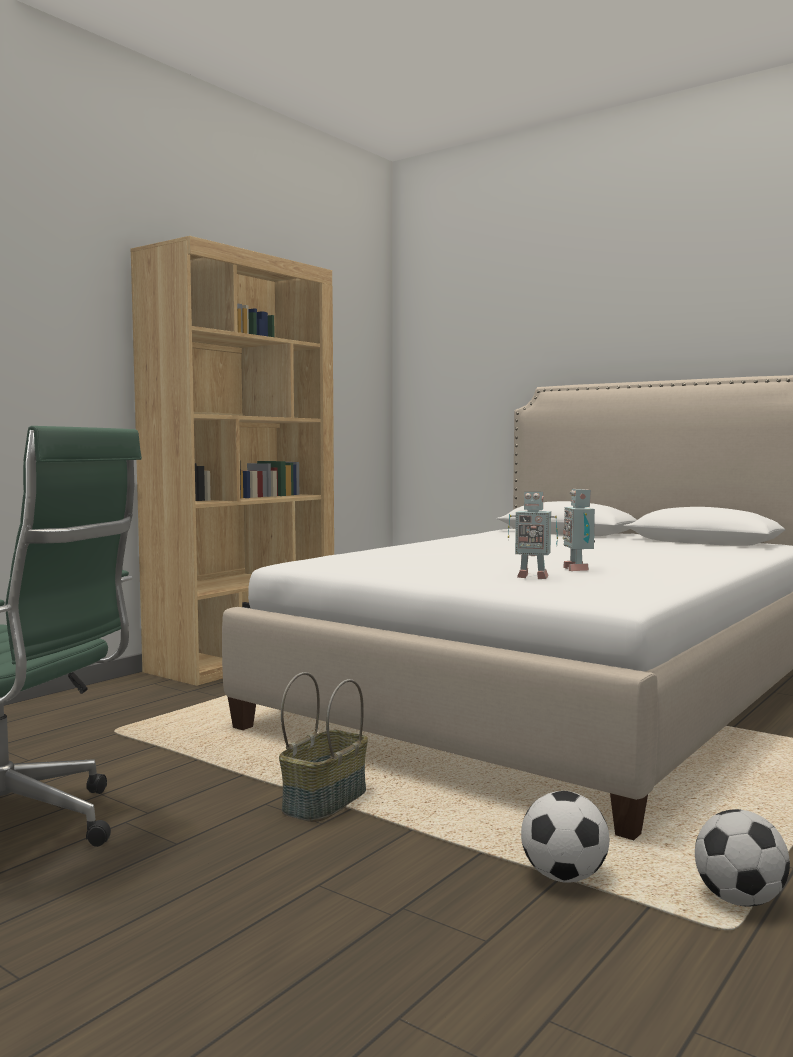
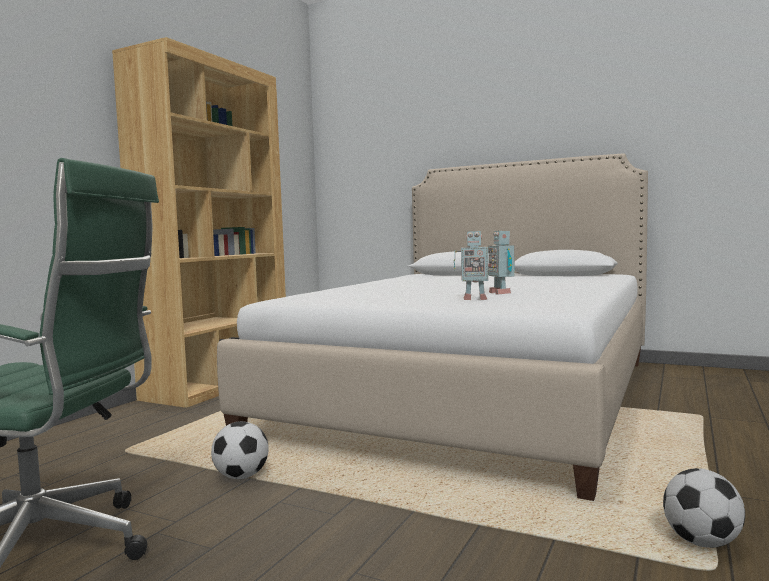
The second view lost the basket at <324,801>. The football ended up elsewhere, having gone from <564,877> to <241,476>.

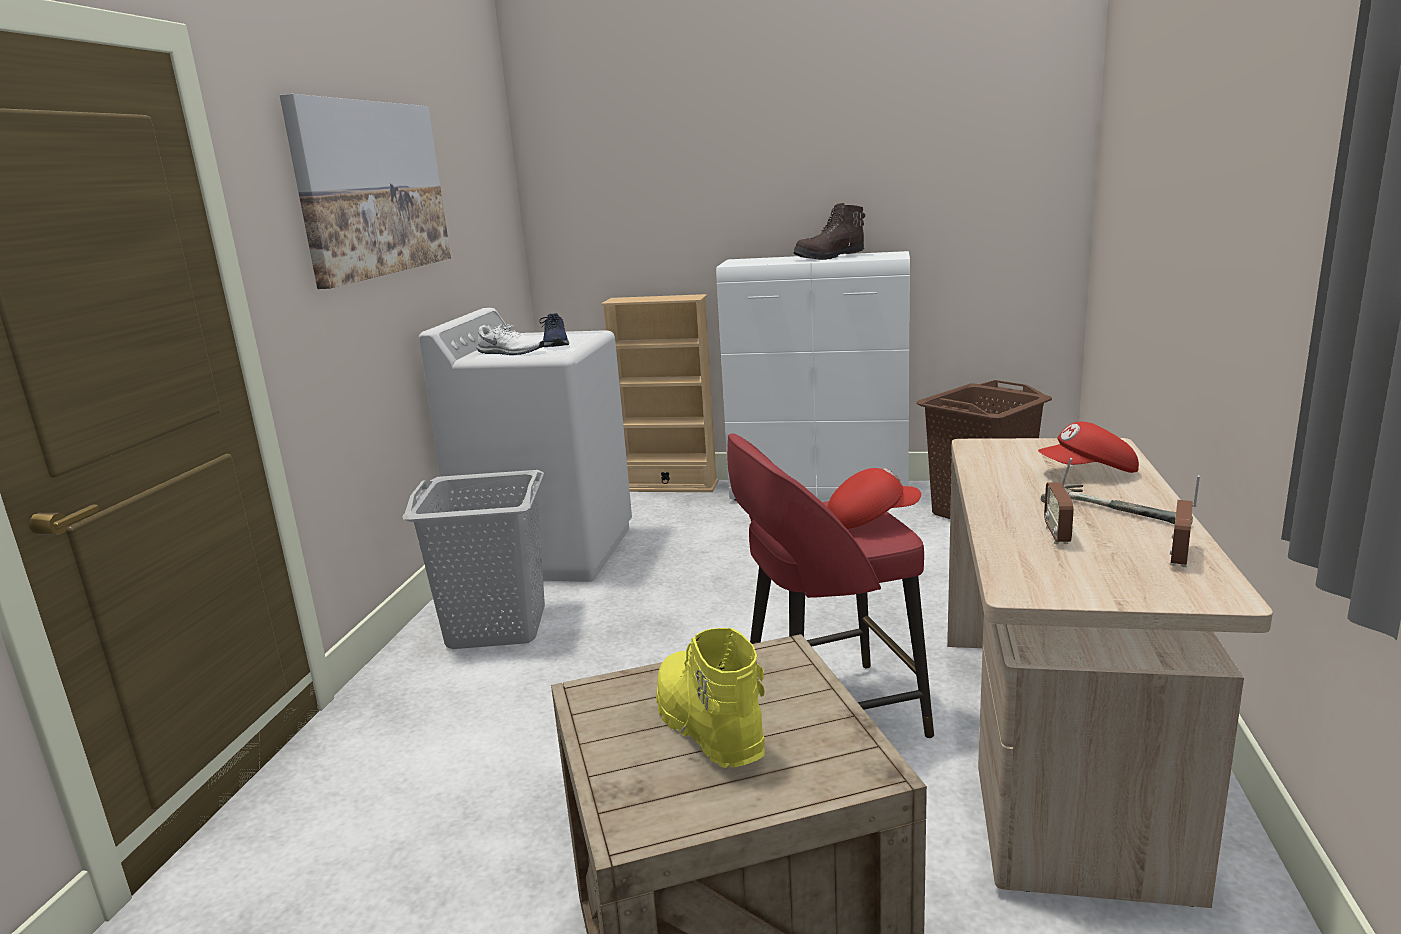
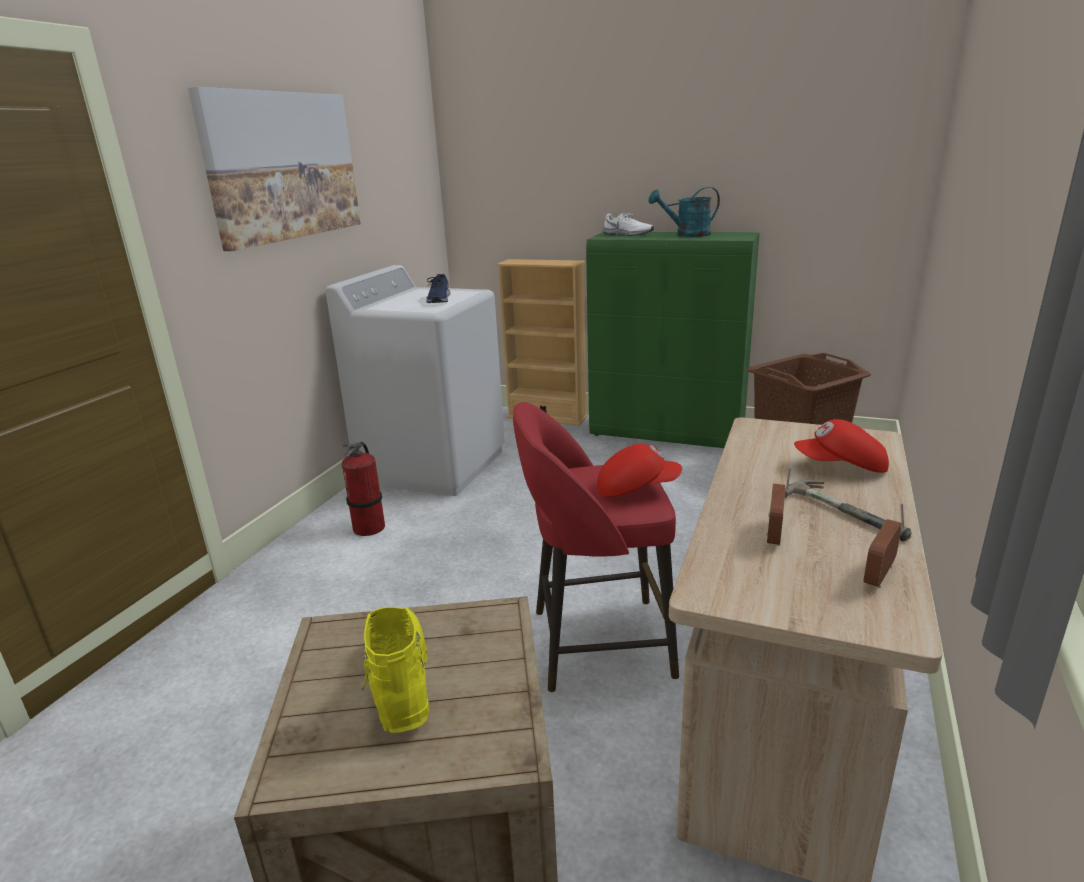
Where the boot (brown) stood at <830,257>, the watering can (turquoise) came to stand at <687,235>. What was the cabinet (white) at <821,492> turned into the cabinet (green) at <667,434>. The shoe (white) ended up elsewhere, having gone from <510,352> to <627,234>. Where the laundry basket (grey) stood at <497,627>, the fire extinguisher came to stand at <370,527>.

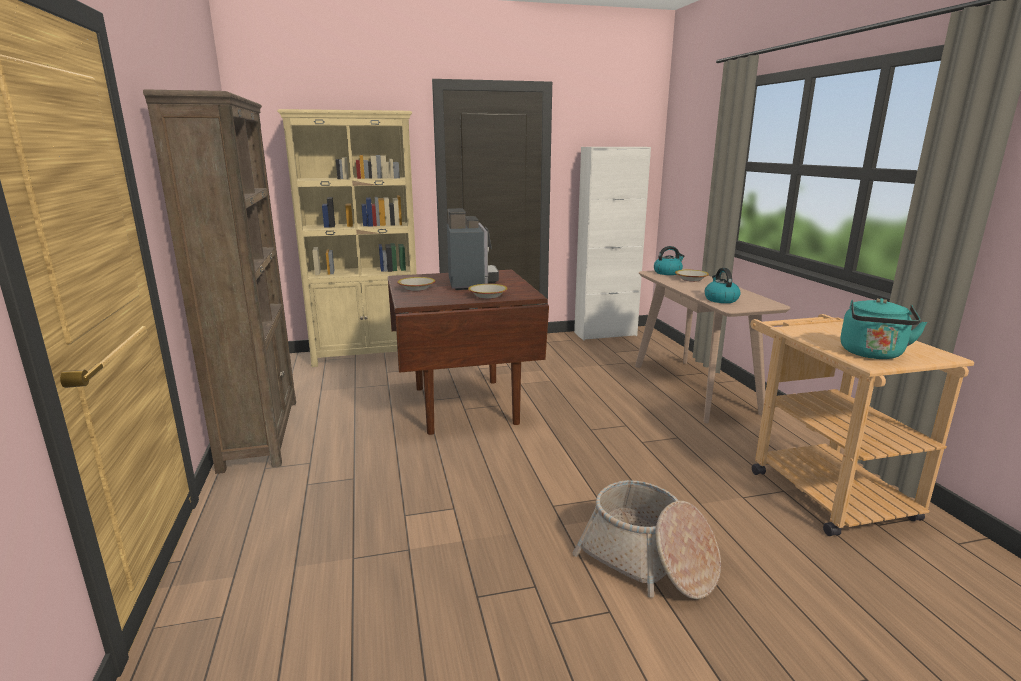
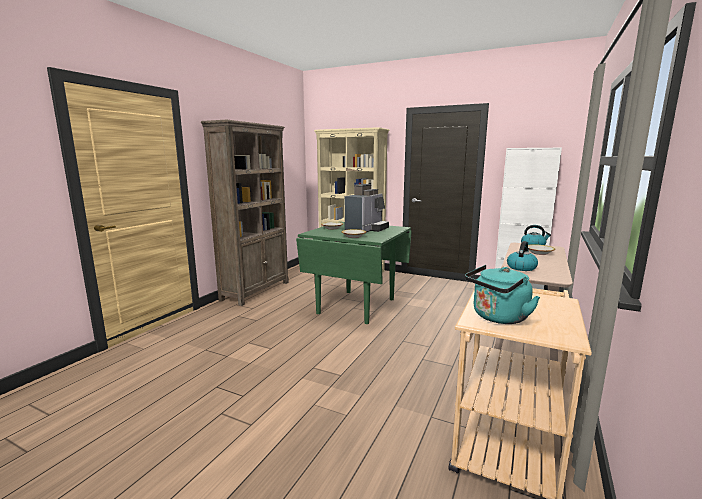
What was the dining table (brown) at <463,405> turned into the dining table (green) at <356,306>. The second view lost the basket at <648,561>.

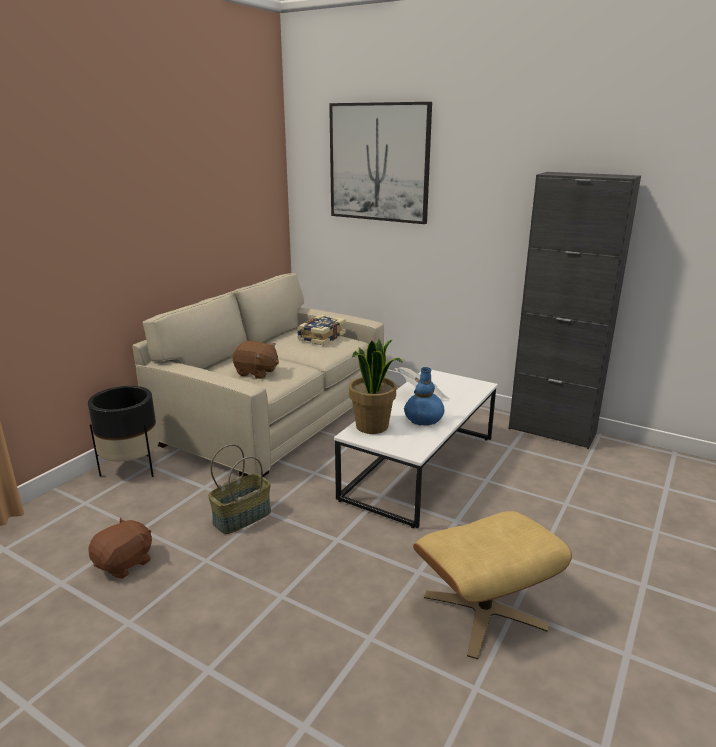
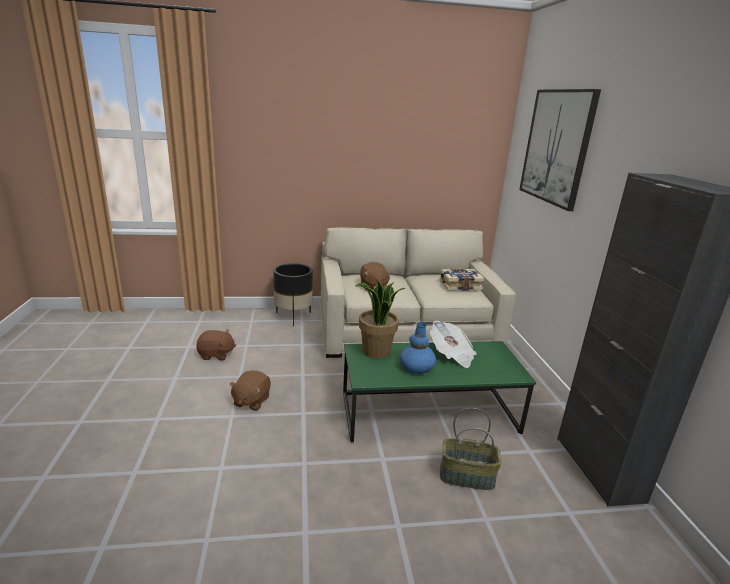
What was the coffee table (white) at <420,468> turned into the coffee table (green) at <428,414>. The basket ended up elsewhere, having gone from <242,517> to <467,476>. The second view lost the ottoman (beige) at <484,611>. The second view gained the plush toy (brown) at <251,401>.

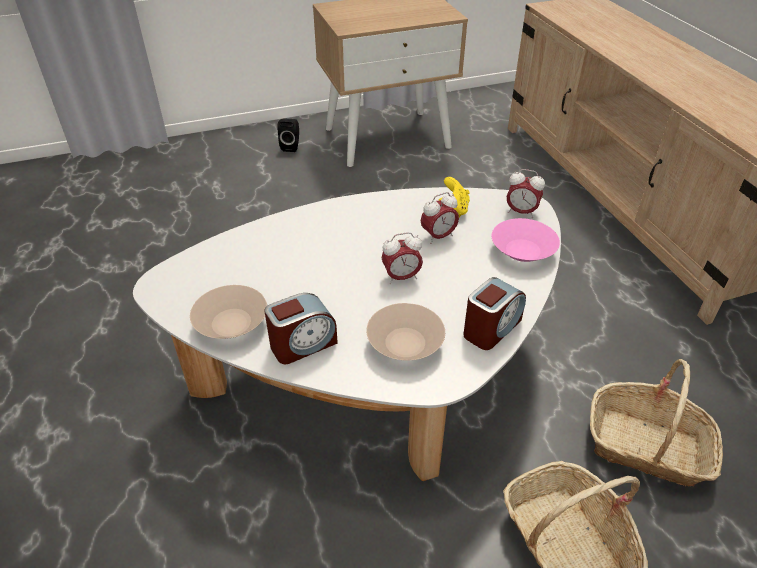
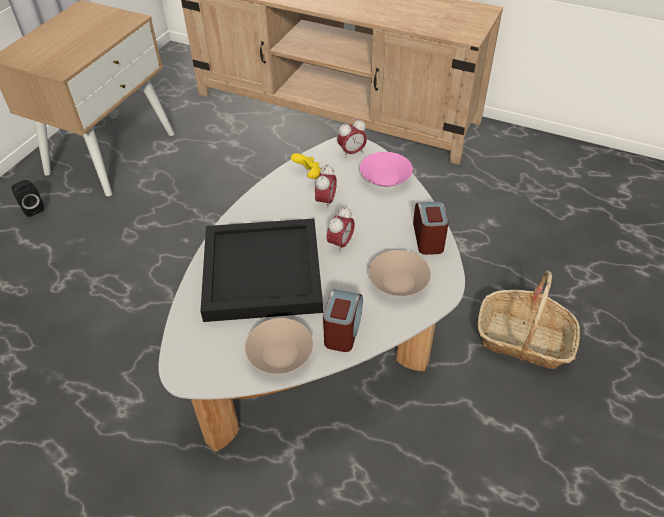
The second view lost the basket at <647,446>. The second view gained the tray (black) at <263,271>.

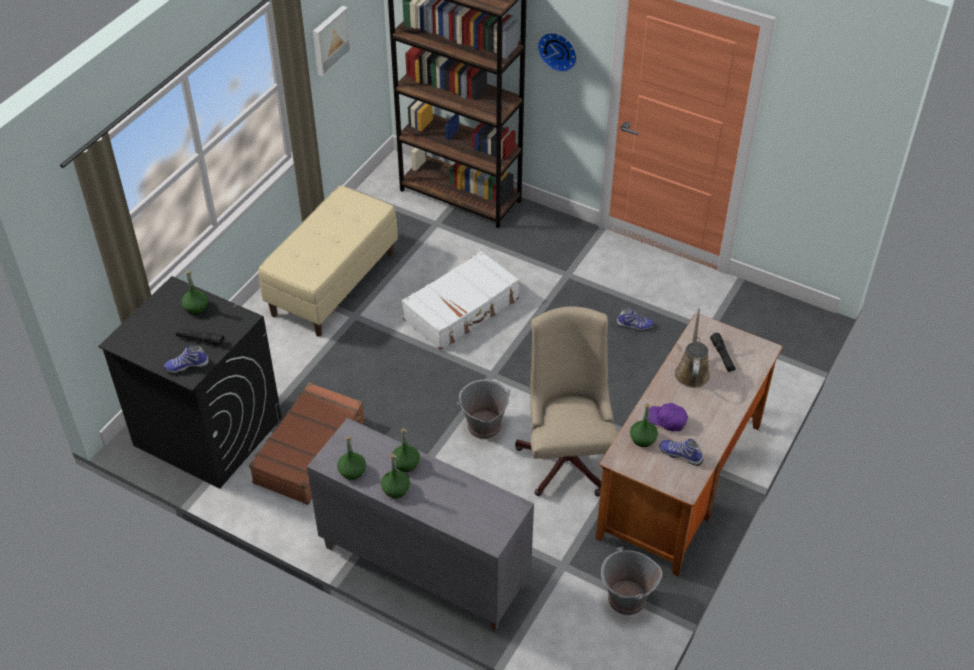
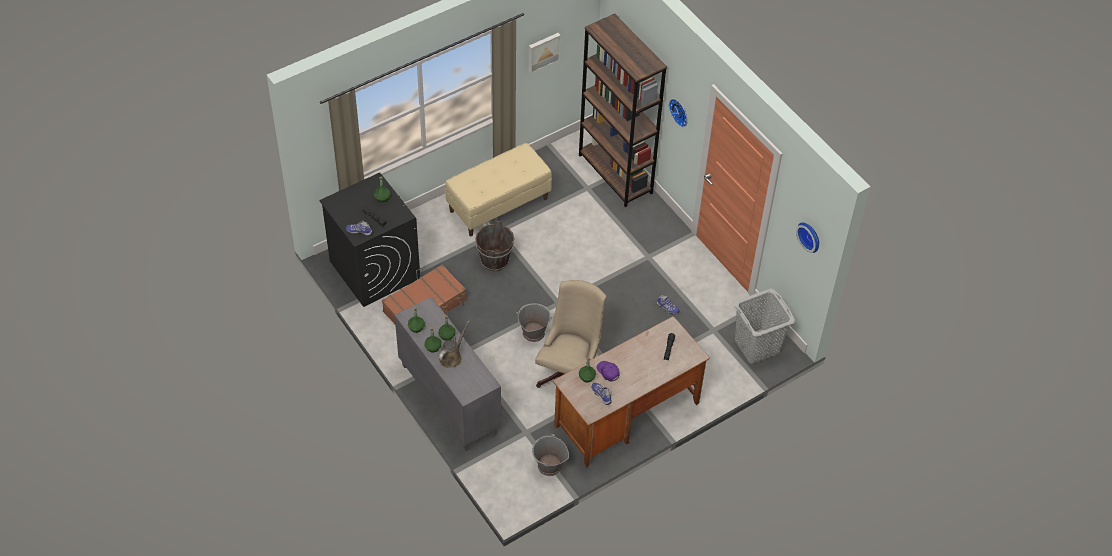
The second view lost the suitcase (white) at <462,309>. The watering can (brown) ended up elsewhere, having gone from <692,371> to <452,357>. The second view gained the bucket (brown) at <495,261>. The second view gained the wall clock at <810,236>. The second view gained the laundry basket (grey) at <757,346>.

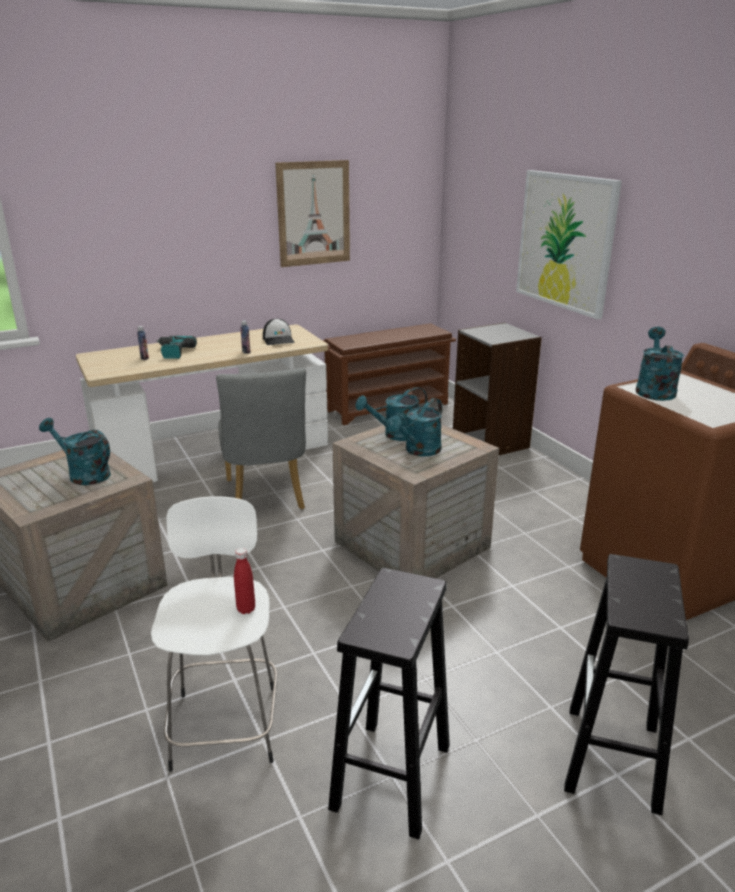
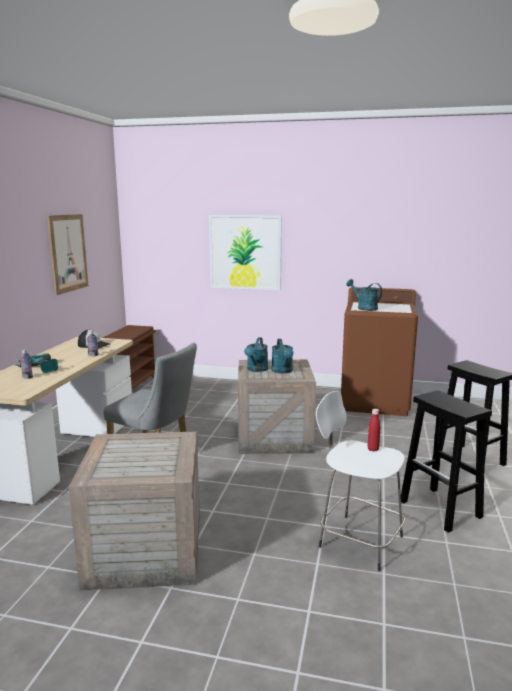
The second view lost the bookcase (grey) at <491,442>. The second view lost the watering can (turquoise) at <83,474>.

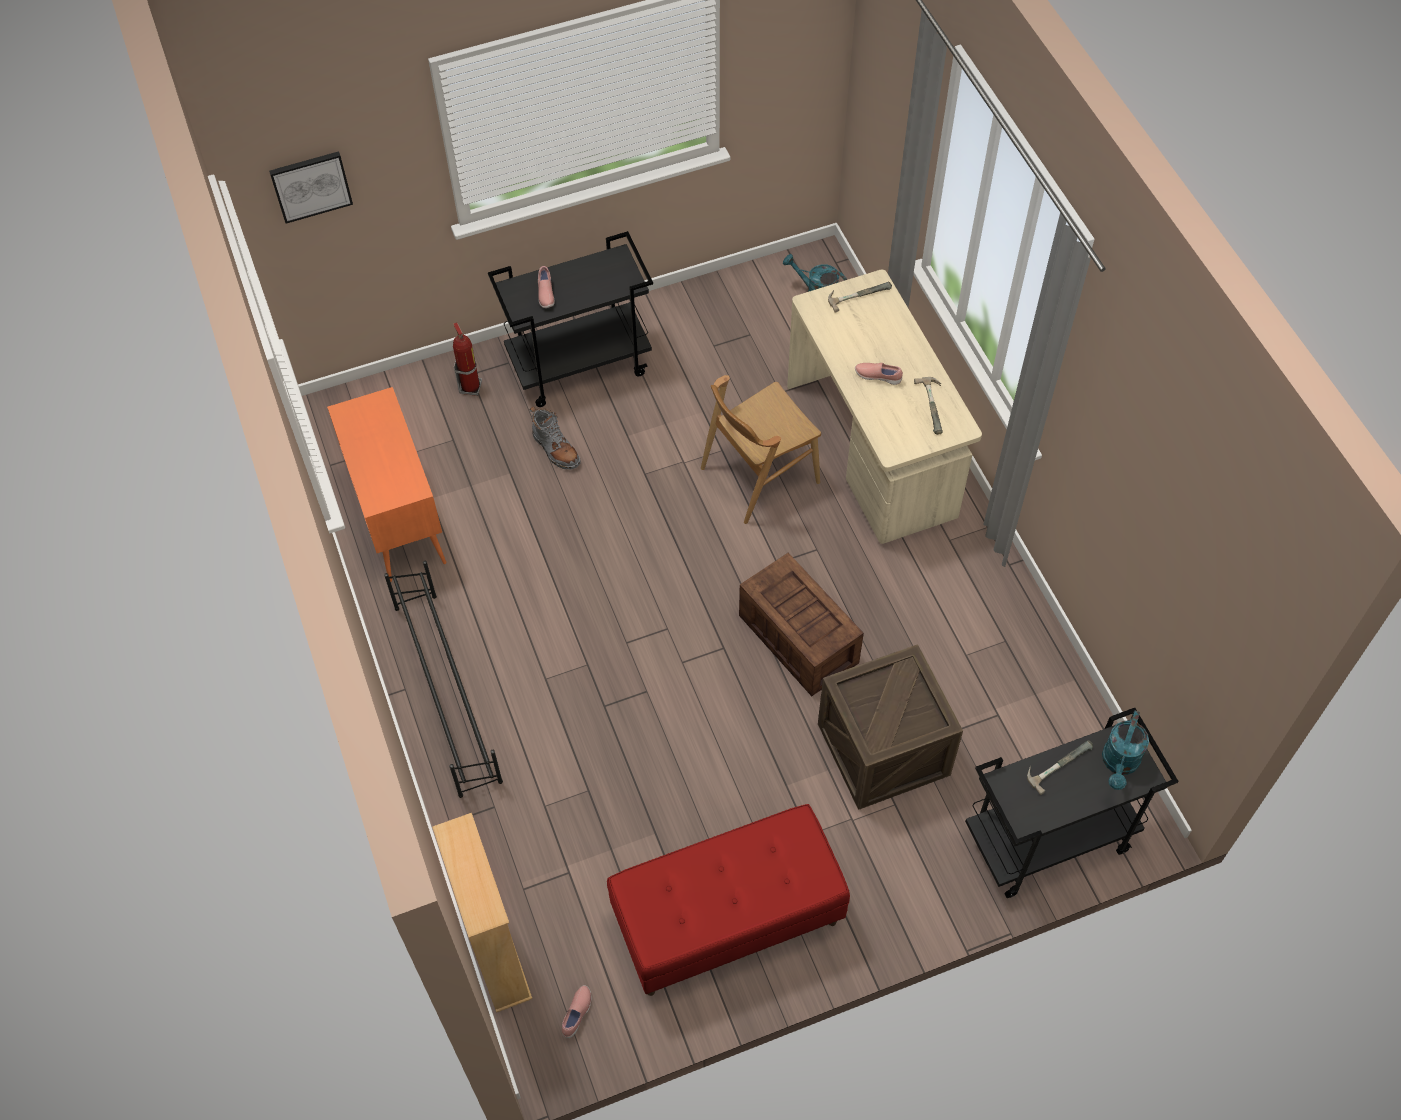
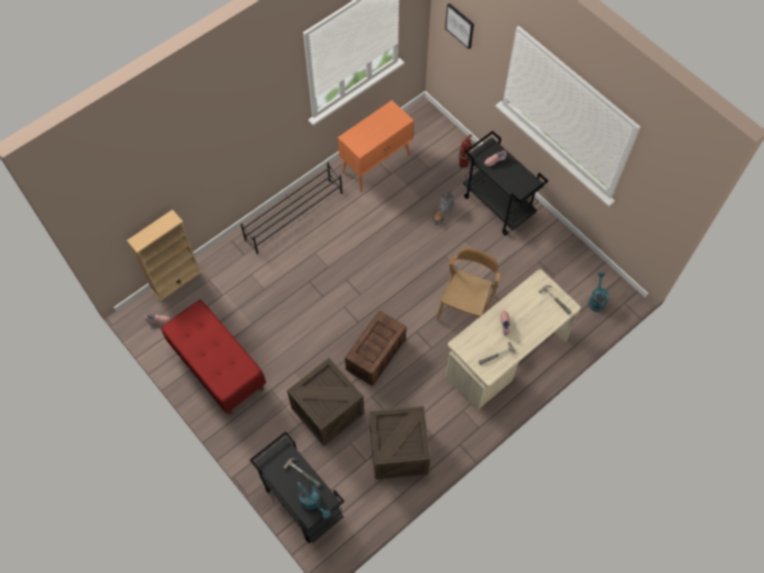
The chair (brown) at <759,475> ended up facing another way, 75 degrees clockwise from before. The watering can (turquoise) at <1119,764> ended up facing another way, 135 degrees counterclockwise from before. The second view gained the crate at <398,451>.

